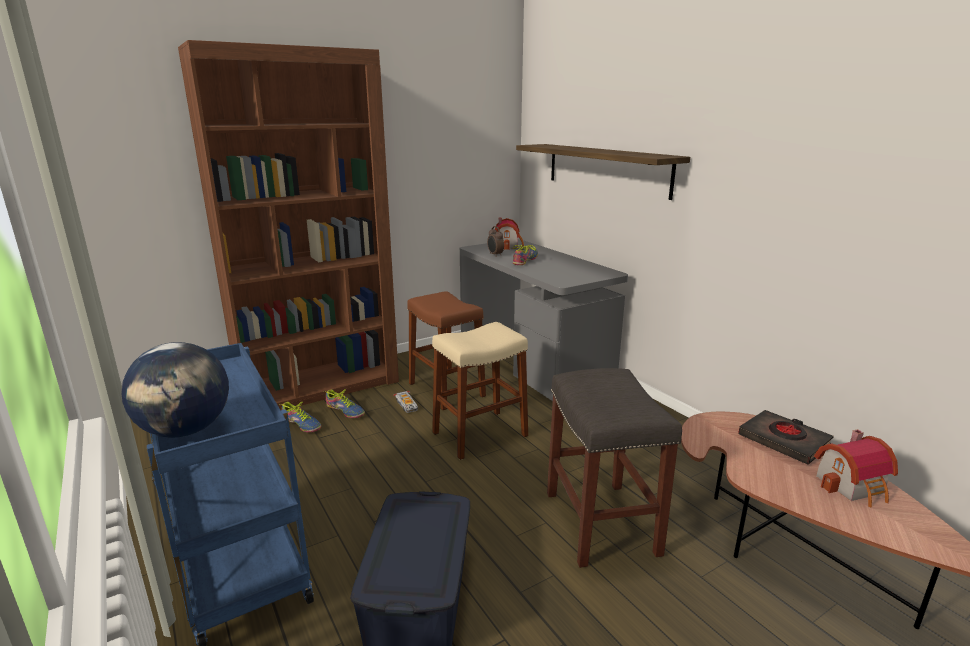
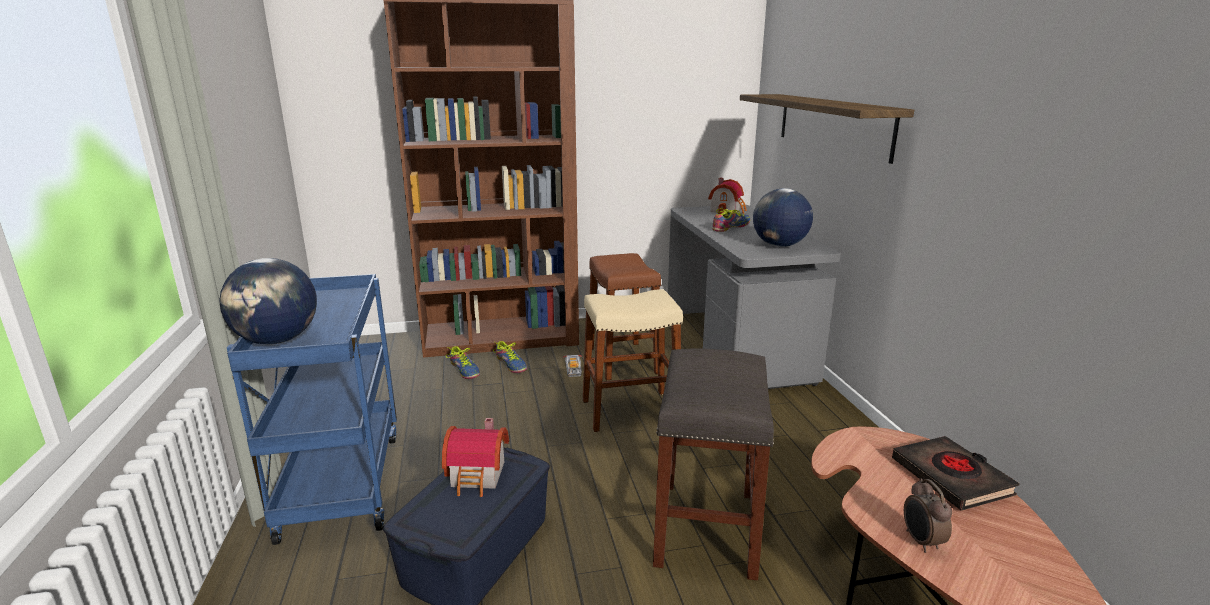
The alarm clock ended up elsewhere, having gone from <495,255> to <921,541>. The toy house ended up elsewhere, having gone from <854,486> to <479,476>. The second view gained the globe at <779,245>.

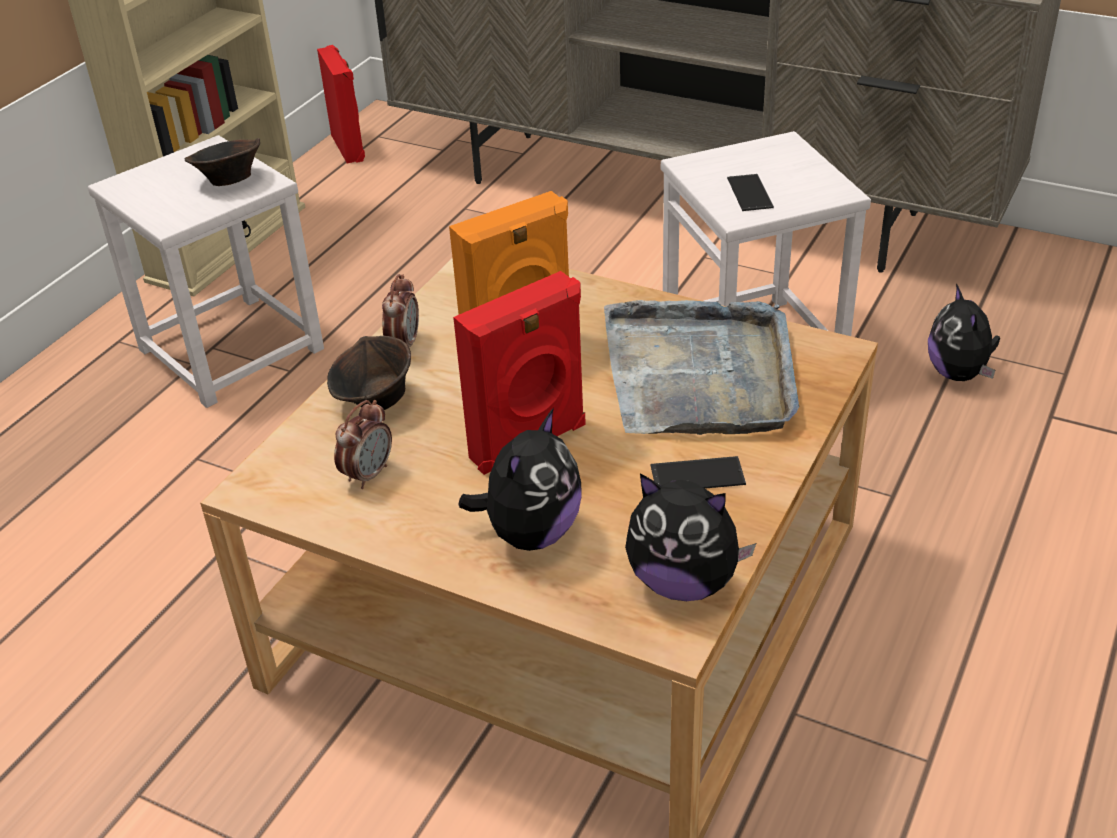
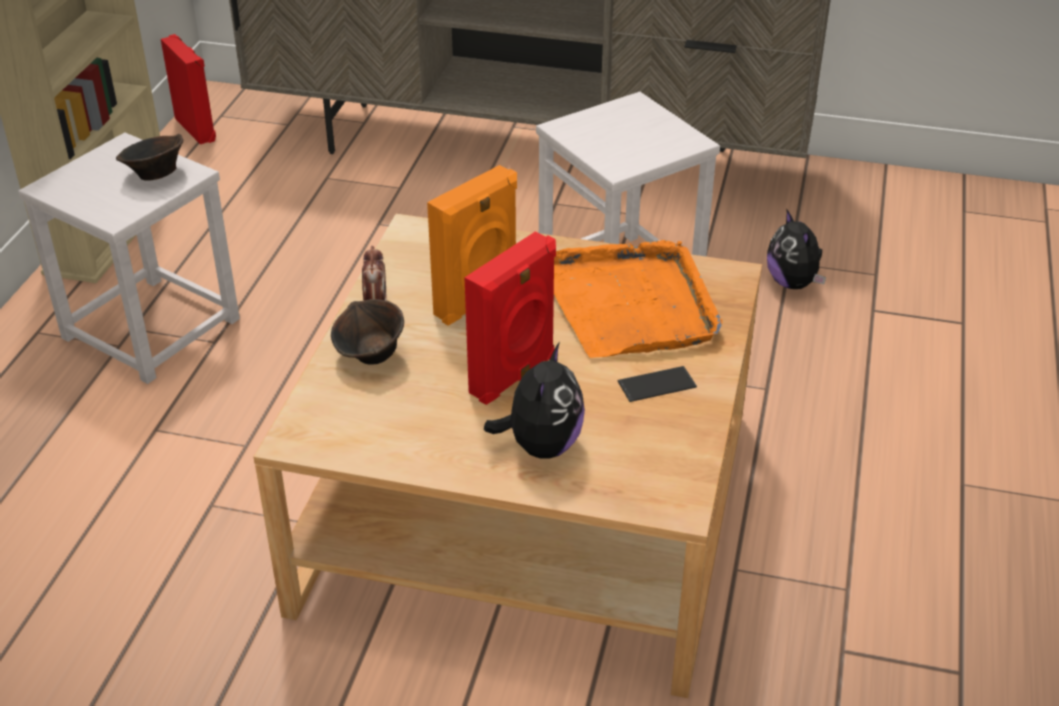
The second view lost the phone at <750,193>. What was the tray (grey) at <700,374> turned into the tray (orange) at <631,304>. The second view lost the alarm clock at <368,474>. The second view lost the plush toy at <683,582>.

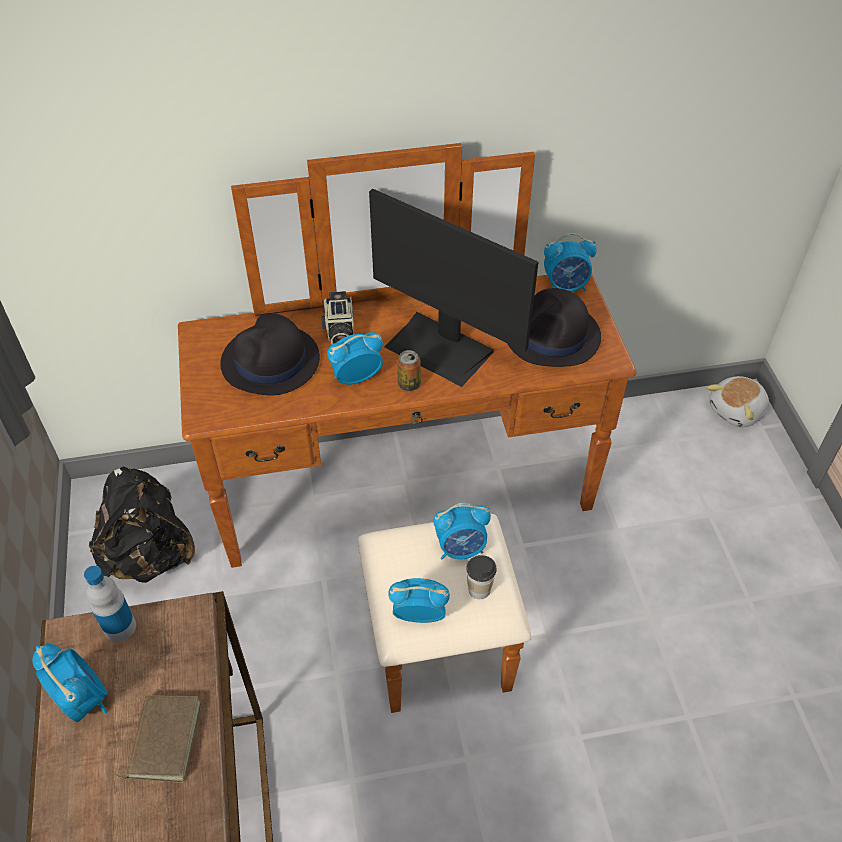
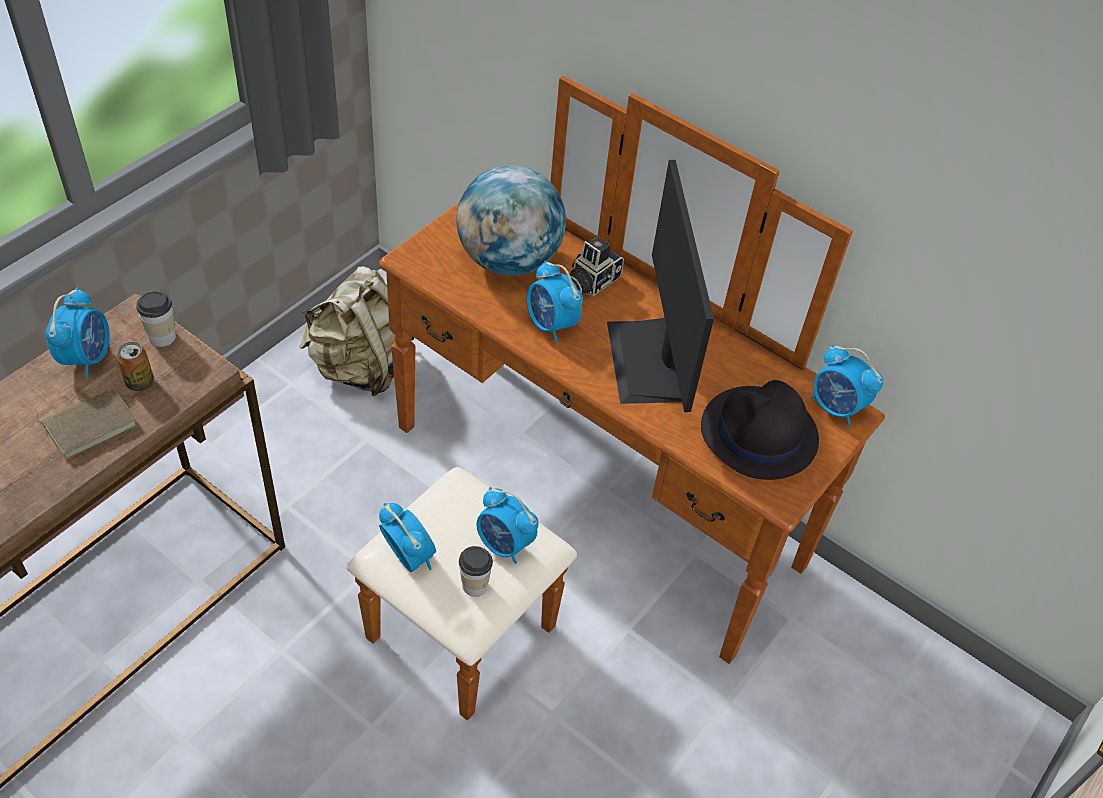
Where the hat (black) stood at <270,362>, the globe came to stand at <508,260>. The alarm clock at <356,377> ended up facing another way, 150 degrees counterclockwise from before. The can ended up elsewhere, having gone from <409,384> to <140,382>. The second view lost the plush toy at <737,411>. What was the backpack (black) at <150,555> turned into the backpack (beige) at <360,367>. Where the bottle stood at <120,627>, the cup came to stand at <162,337>.

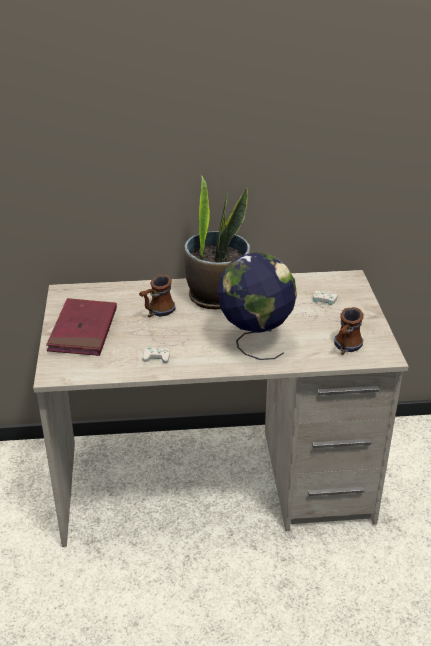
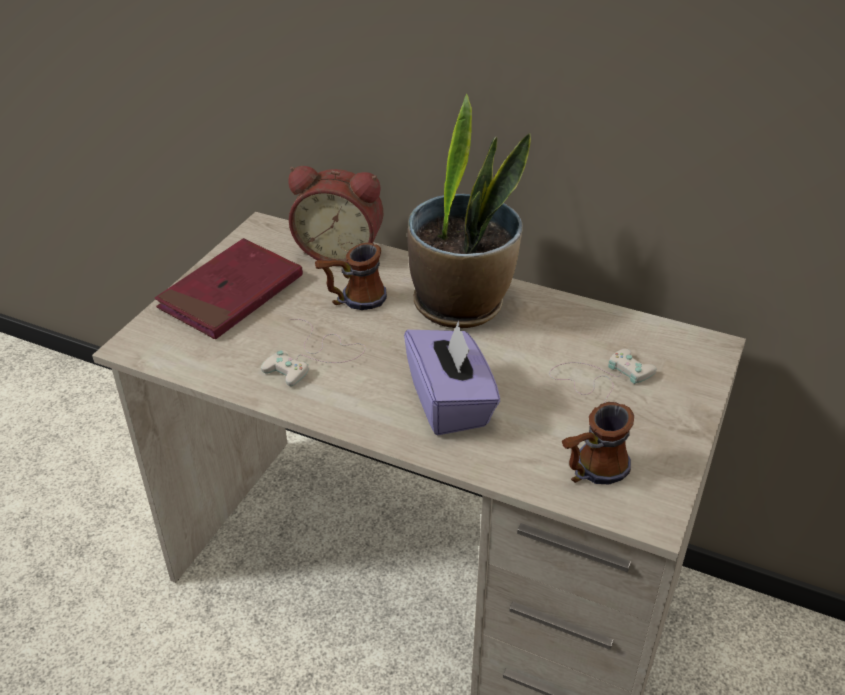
Where the globe stood at <254,342>, the tissue box (purple) came to stand at <450,403>. The second view gained the alarm clock at <340,251>.

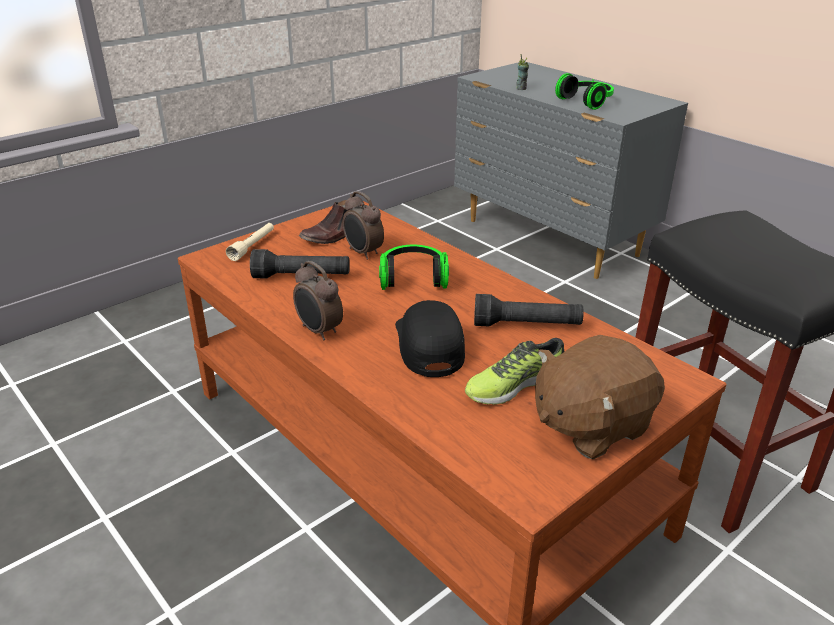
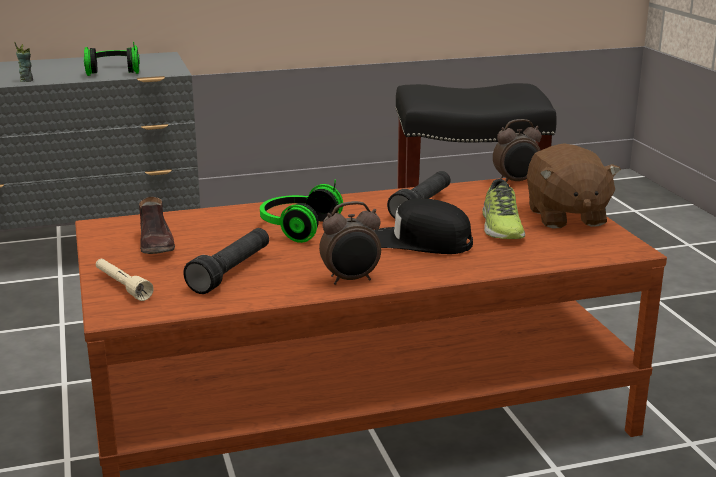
The alarm clock ended up elsewhere, having gone from <363,253> to <516,182>.

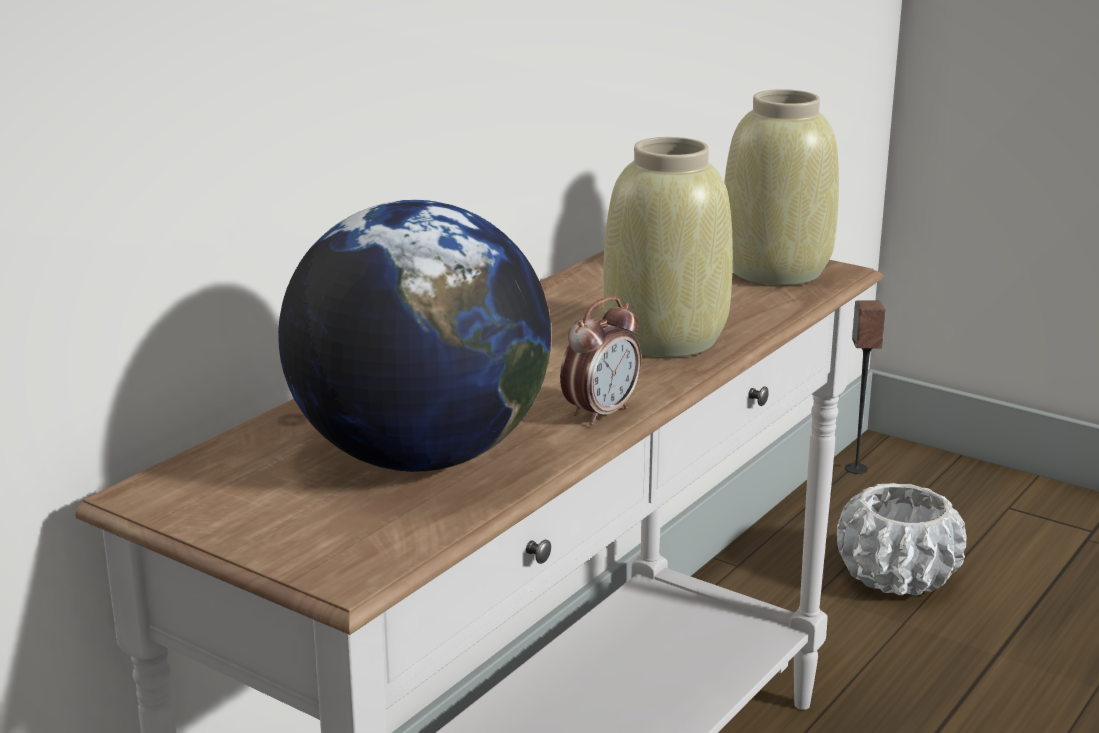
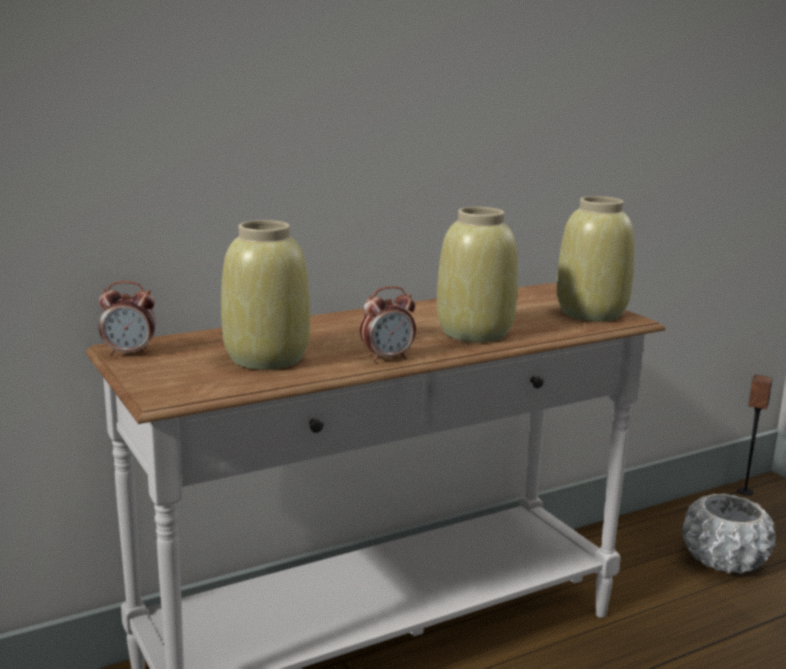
Where the globe stood at <419,457>, the vase (beige) came to stand at <265,358>. The second view gained the alarm clock at <129,353>.

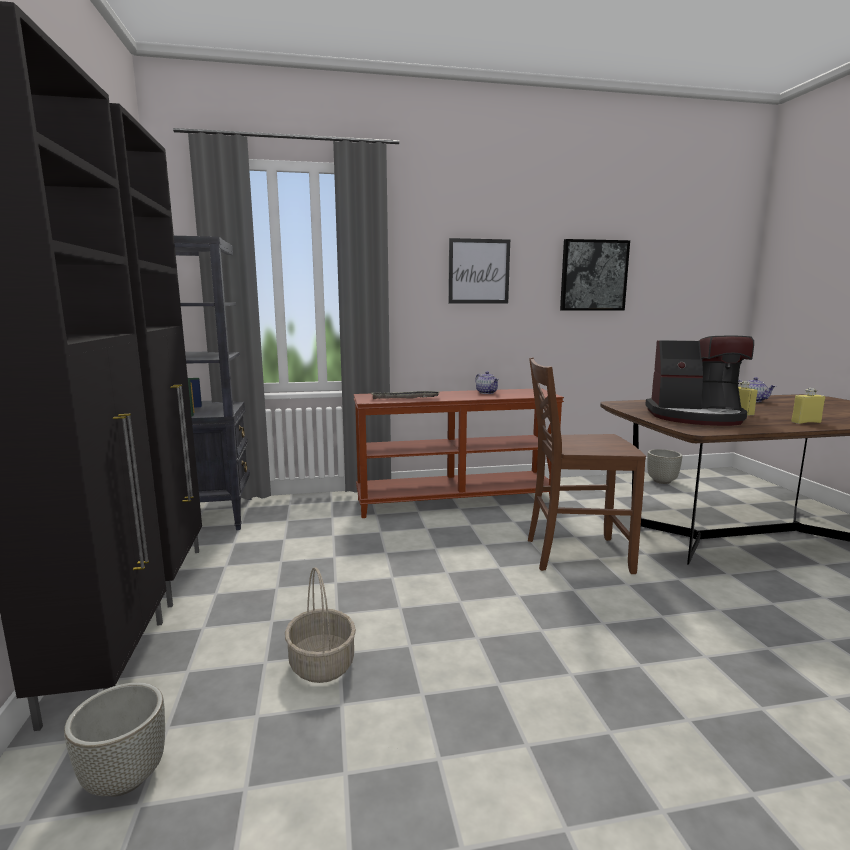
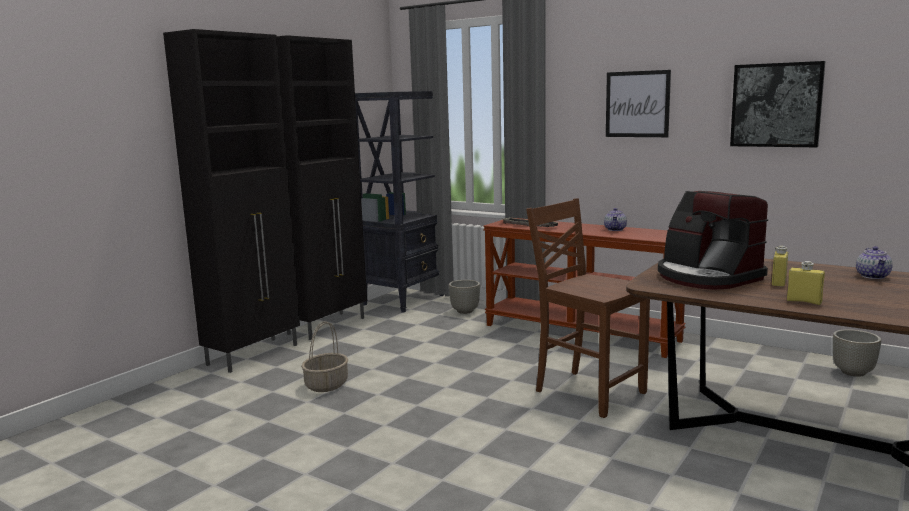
The planter (grey) ended up elsewhere, having gone from <126,778> to <465,311>.

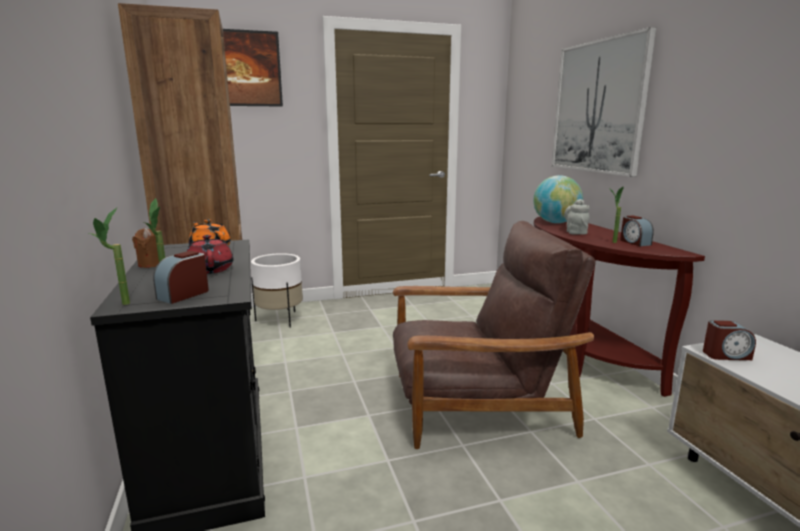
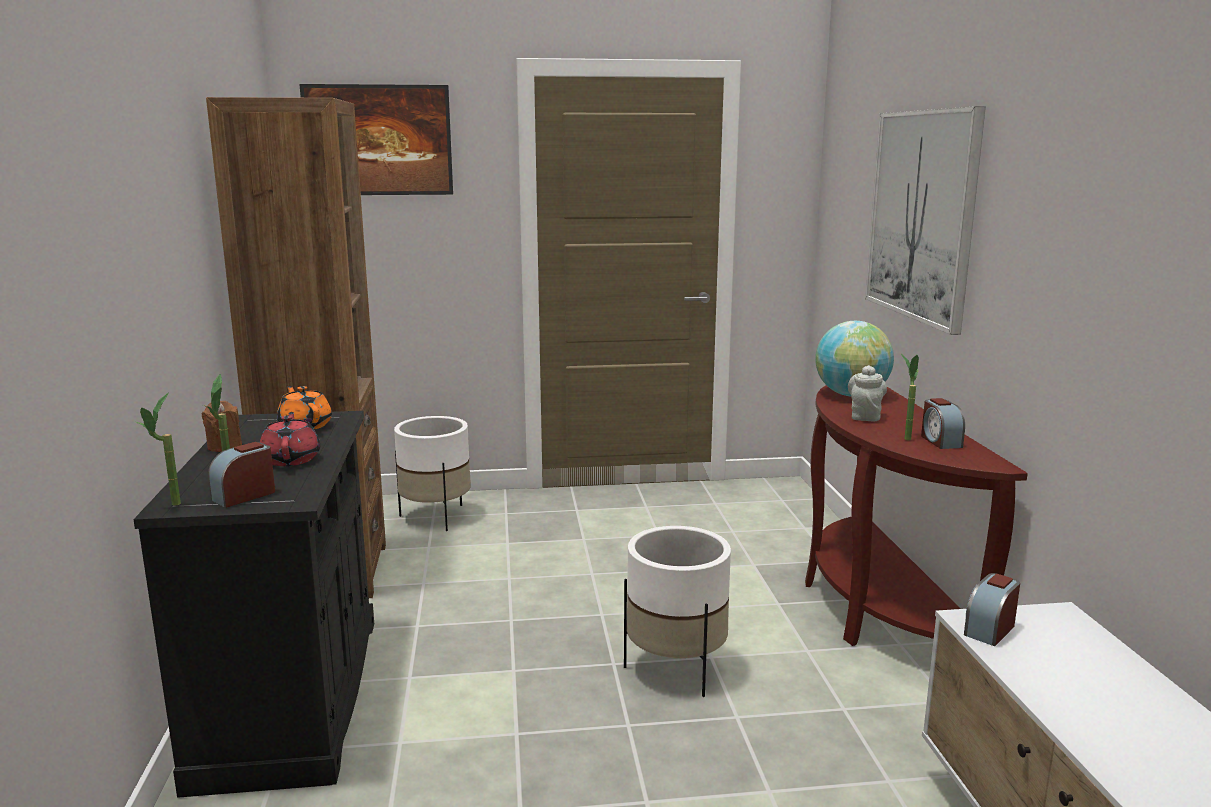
Where the armchair (brown) stood at <476,403>, the planter (white) came to stand at <675,669>. The alarm clock at <726,355> ended up facing another way, 120 degrees clockwise from before.

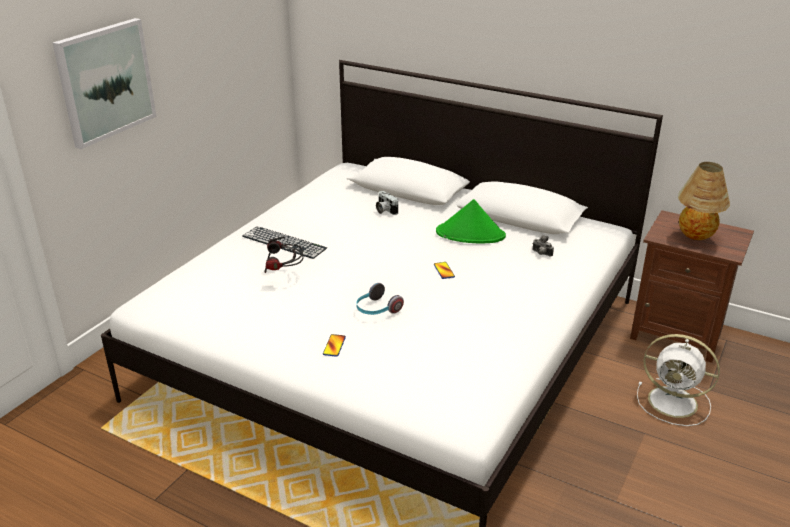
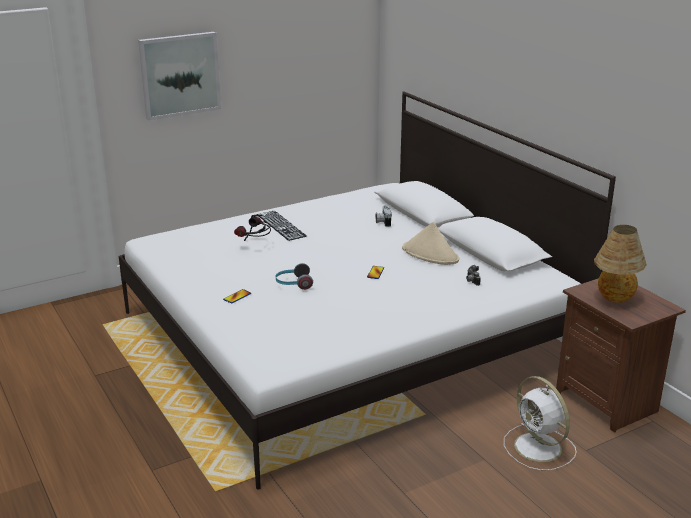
What was the hat (green) at <470,234> turned into the hat (beige) at <430,254>.

